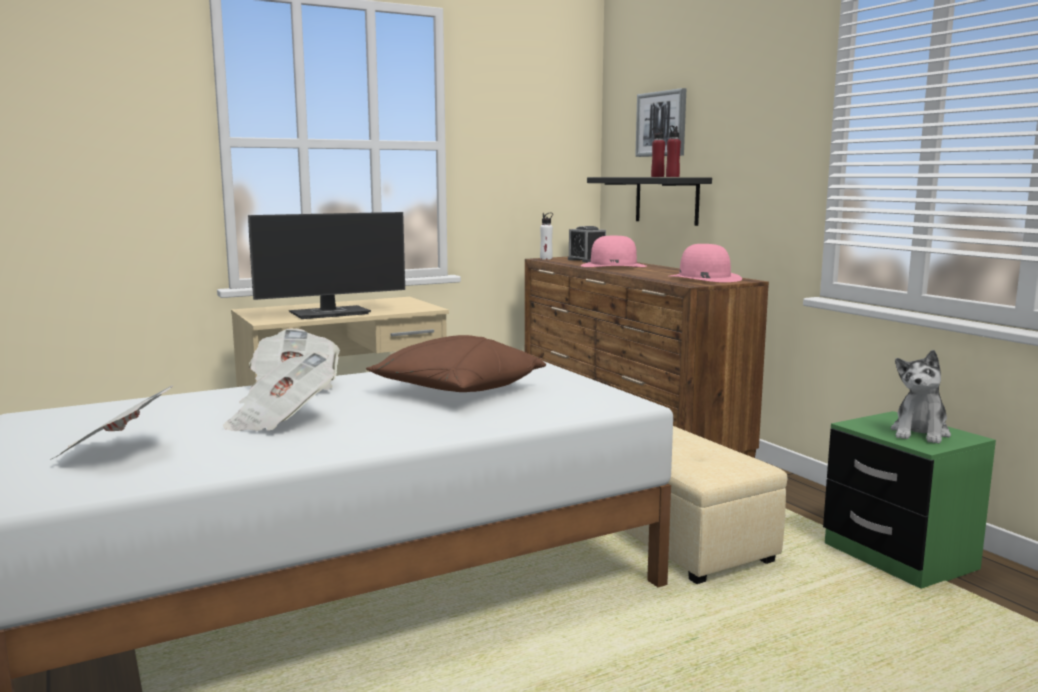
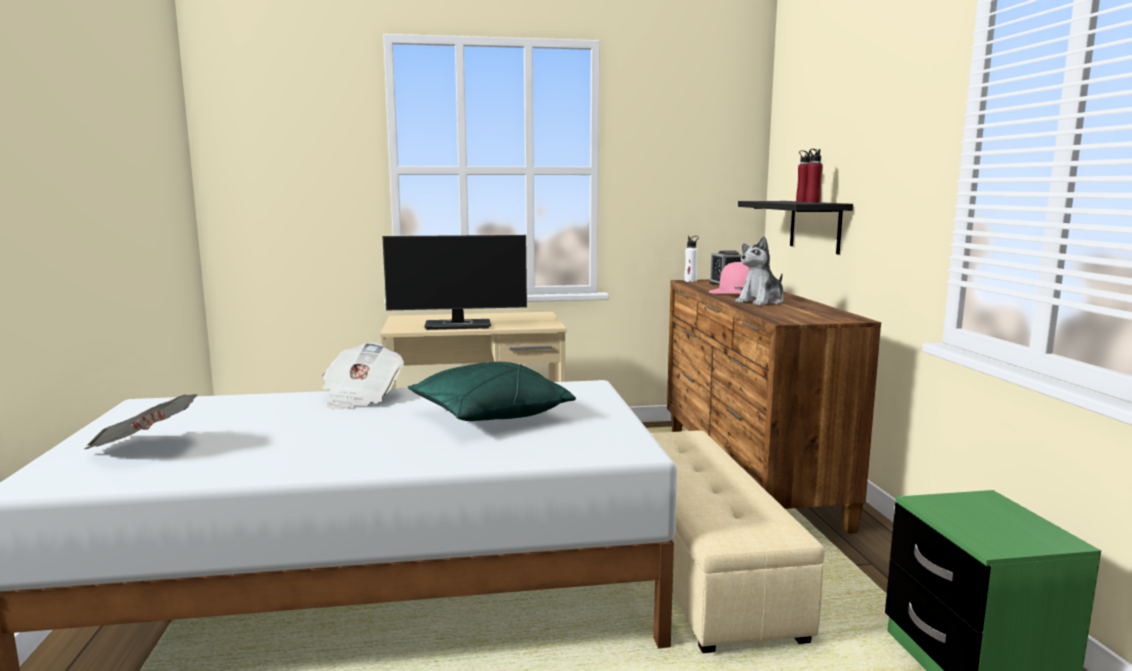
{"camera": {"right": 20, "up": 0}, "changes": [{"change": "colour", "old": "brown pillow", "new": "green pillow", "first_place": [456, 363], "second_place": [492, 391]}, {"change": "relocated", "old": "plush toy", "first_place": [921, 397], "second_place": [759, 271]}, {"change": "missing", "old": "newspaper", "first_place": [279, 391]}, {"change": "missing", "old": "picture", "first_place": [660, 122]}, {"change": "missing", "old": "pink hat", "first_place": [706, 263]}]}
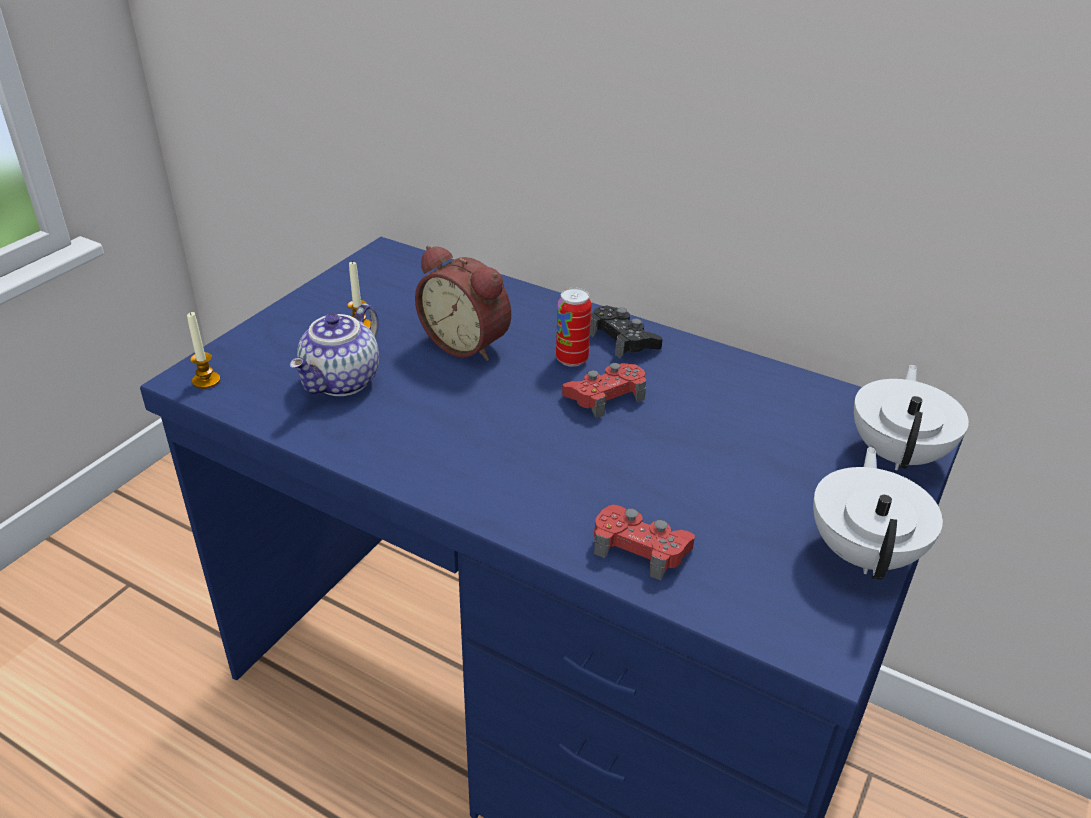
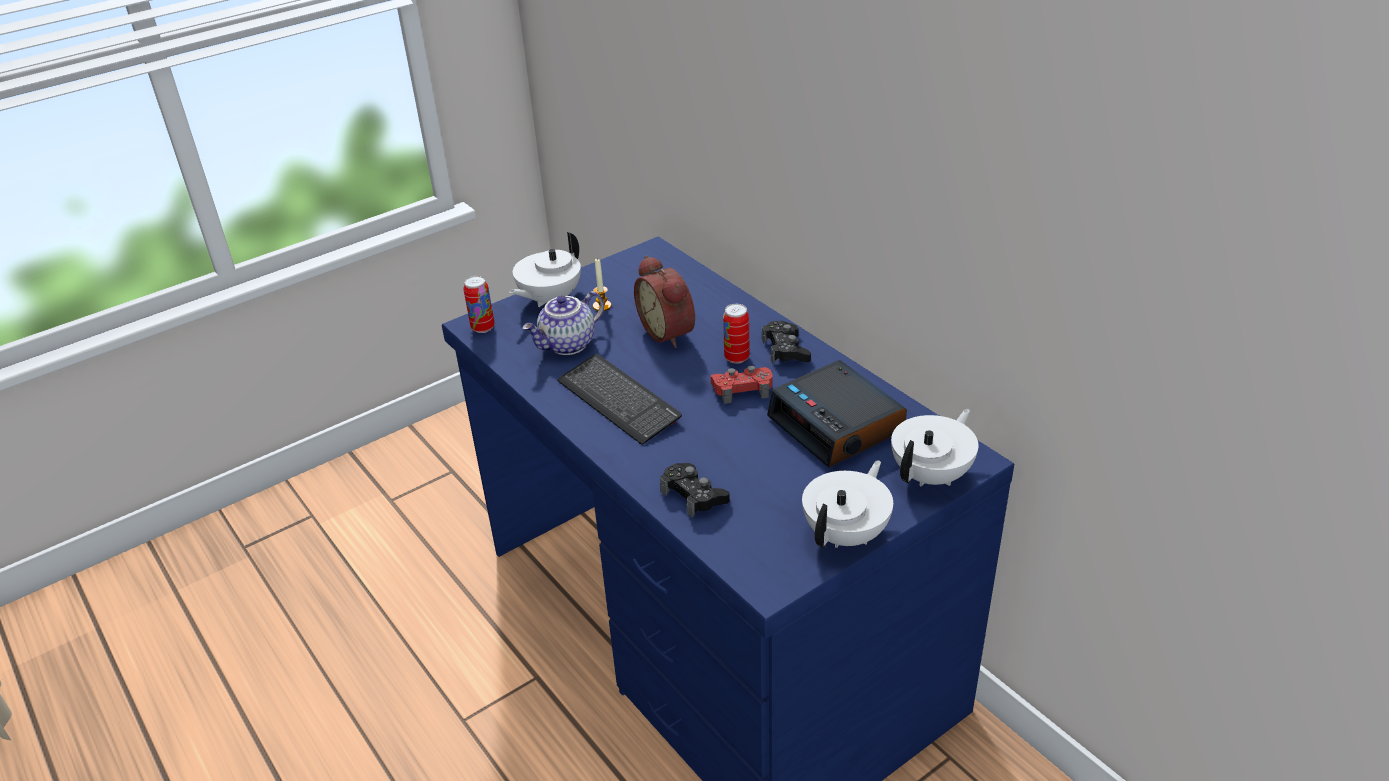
{"camera": {"right": 25, "up": 0}, "changes": [{"change": "exchanged", "old": "candle", "new": "can", "first_place": [203, 350], "second_place": [479, 304]}, {"change": "appeared", "new": "white teapot", "second_place": [545, 269]}, {"change": "appeared", "new": "keyboard", "second_place": [620, 399]}, {"change": "colour", "old": "red game controller", "new": "black game controller", "first_place": [644, 542], "second_place": [695, 490]}, {"change": "appeared", "new": "alarm clock", "second_place": [837, 413]}]}
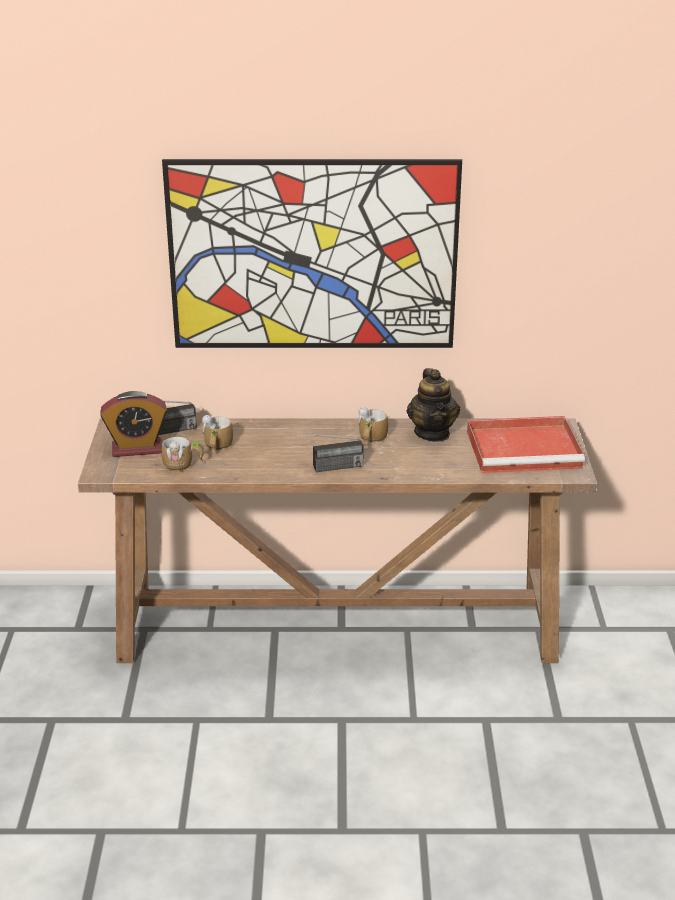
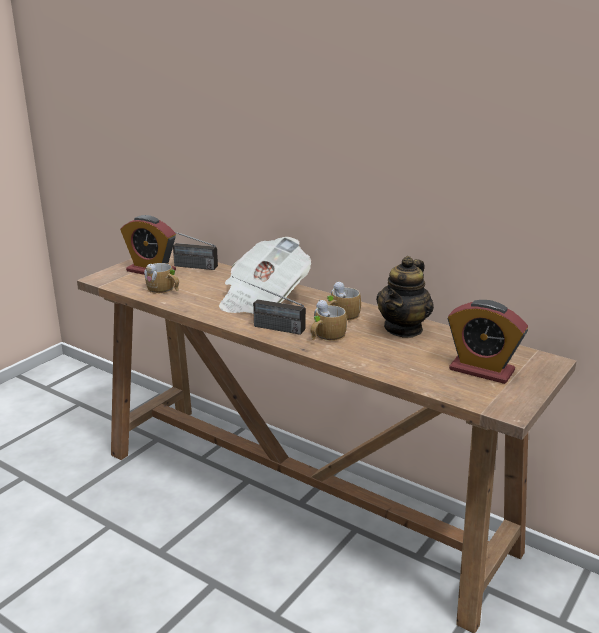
{"camera": {"right": 35, "up": -5}, "changes": [{"change": "appeared", "new": "newspaper", "second_place": [265, 275]}, {"change": "relocated", "old": "mug", "first_place": [217, 434], "second_place": [328, 320]}, {"change": "exchanged", "old": "red tray", "new": "alarm clock", "first_place": [526, 444], "second_place": [487, 342]}, {"change": "missing", "old": "picture", "first_place": [312, 253]}]}
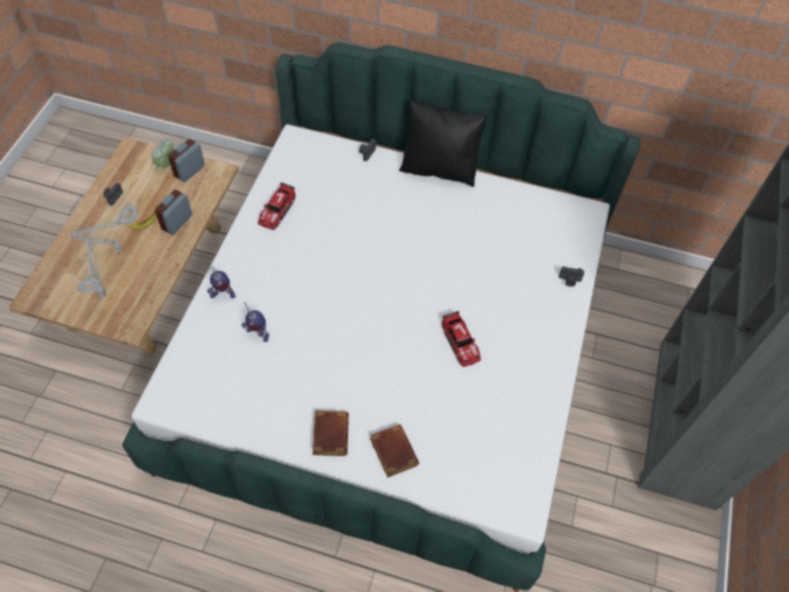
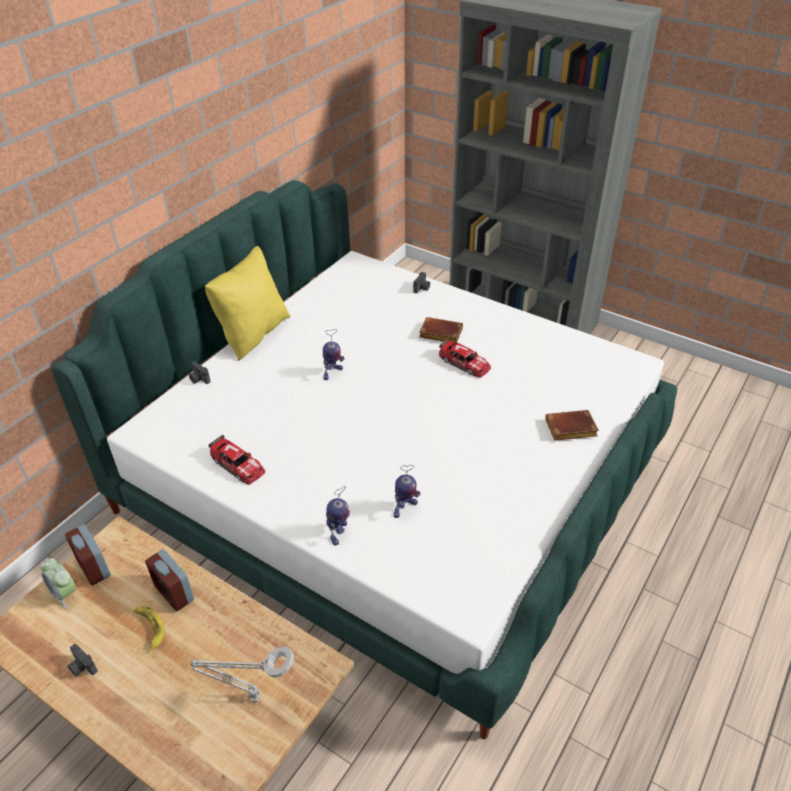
{"camera": {"right": -70, "up": -15}, "changes": [{"change": "colour", "old": "black pillow", "new": "yellow pillow", "first_place": [443, 143], "second_place": [247, 303]}, {"change": "appeared", "new": "toy robot", "second_place": [333, 354]}, {"change": "relocated", "old": "brown book", "first_place": [331, 433], "second_place": [441, 330]}, {"change": "spun", "old": "toy car", "first_place": [461, 339], "second_place": [465, 358], "degrees": 45}, {"change": "missing", "old": "grey table lamp", "first_place": [104, 229]}]}
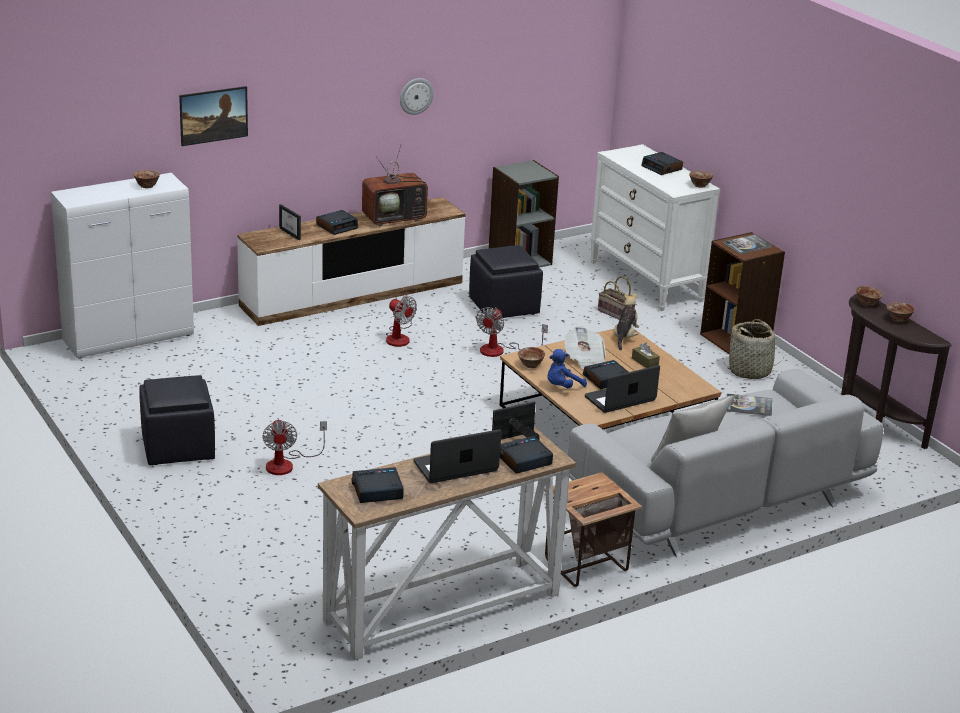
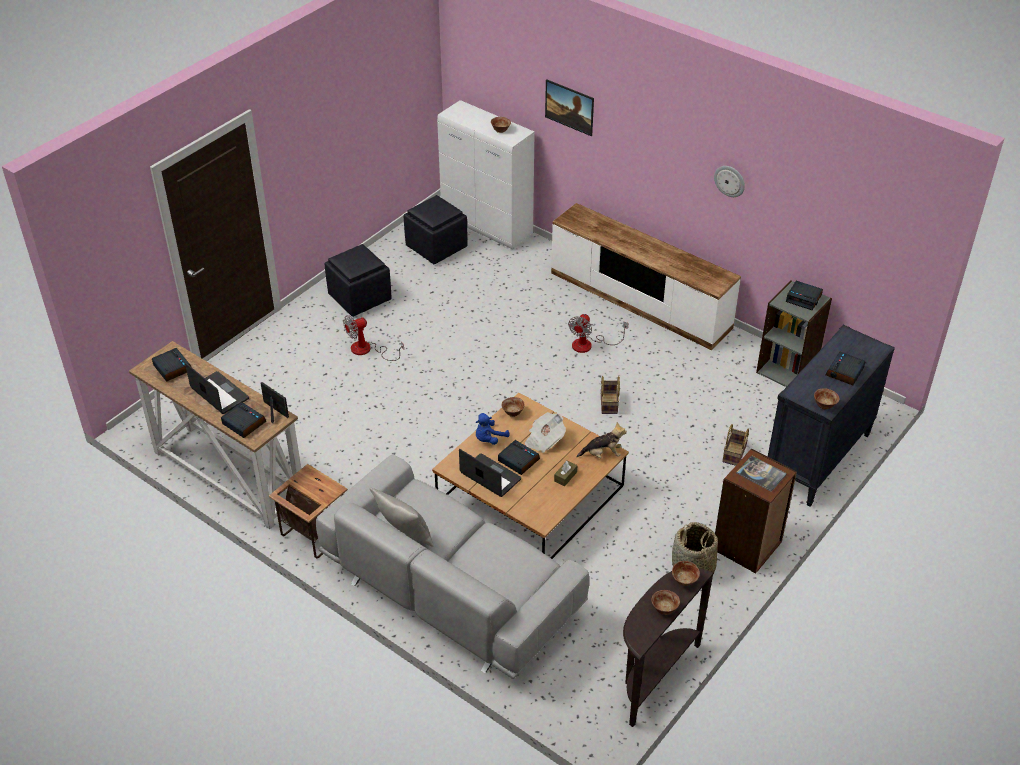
{"camera": {"right": 70, "up": 15}, "changes": [{"change": "relocated", "old": "black ottoman", "first_place": [506, 281], "second_place": [435, 229]}, {"change": "spun", "old": "blue plush toy", "first_place": [567, 368], "second_place": [493, 429], "degrees": -75}, {"change": "exchanged", "old": "fan", "new": "basket", "first_place": [512, 332], "second_place": [610, 395]}, {"change": "colour", "old": "white dresser", "new": "black dresser", "first_place": [655, 227], "second_place": [831, 415]}, {"change": "relocated", "old": "alarm clock", "first_place": [337, 222], "second_place": [804, 295]}, {"change": "missing", "old": "picture frame", "first_place": [290, 222]}, {"change": "missing", "old": "television", "first_place": [395, 184]}, {"change": "missing", "old": "book", "first_place": [749, 404]}]}
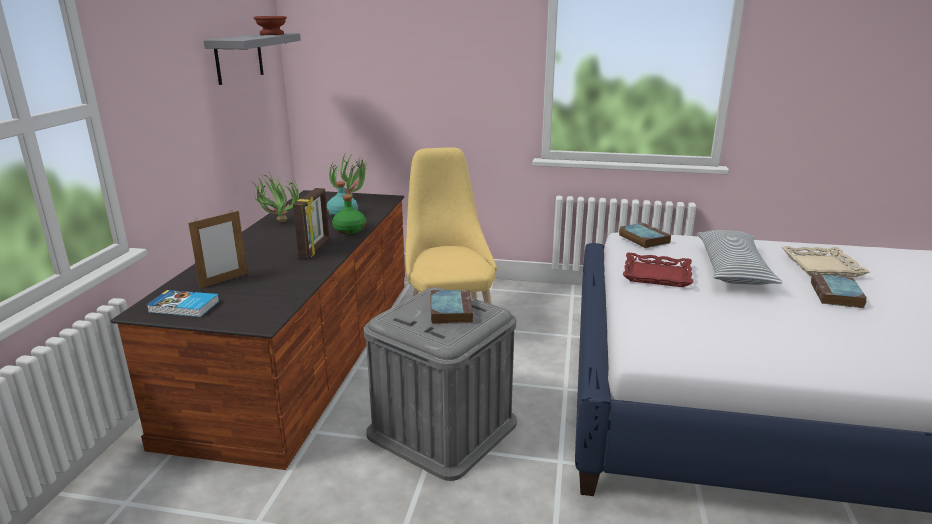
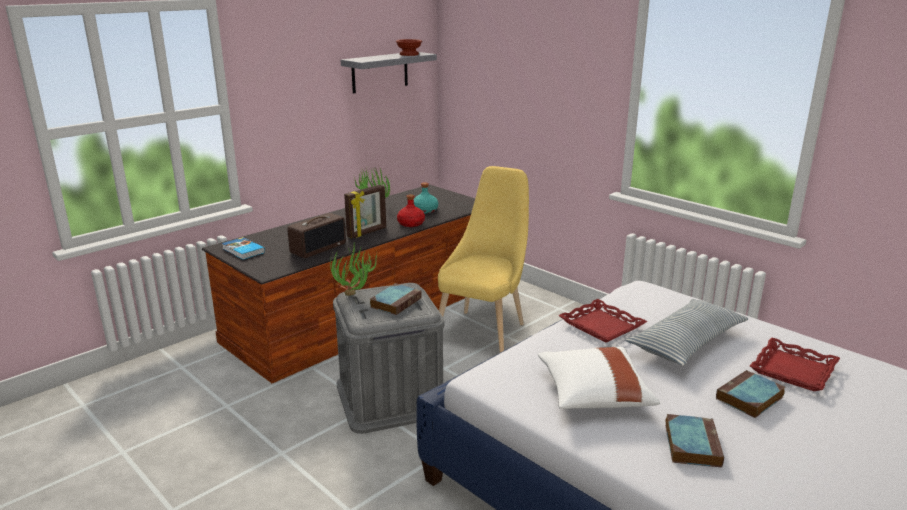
{"camera": {"right": 35, "up": 0}, "changes": [{"change": "appeared", "new": "radio", "second_place": [316, 235]}, {"change": "relocated", "old": "potted plant", "first_place": [348, 174], "second_place": [353, 270]}, {"change": "colour", "old": "green bottle", "new": "red bottle", "first_place": [349, 214], "second_place": [411, 210]}, {"change": "appeared", "new": "white pillow", "second_place": [599, 378]}, {"change": "relocated", "old": "book", "first_place": [645, 235], "second_place": [694, 441]}, {"change": "colour", "old": "beige tray", "new": "red tray", "first_place": [826, 261], "second_place": [795, 364]}, {"change": "missing", "old": "picture frame", "first_place": [218, 249]}]}
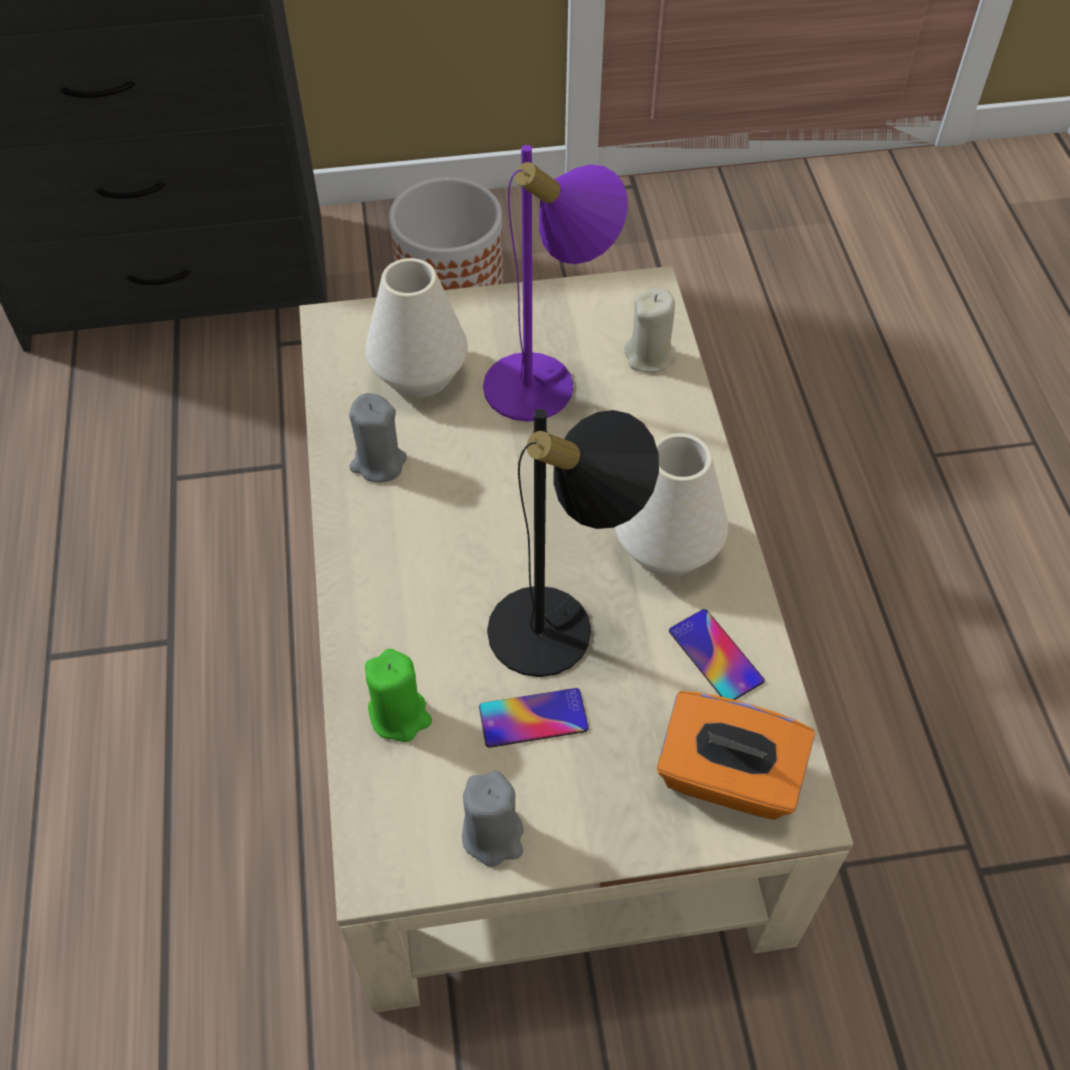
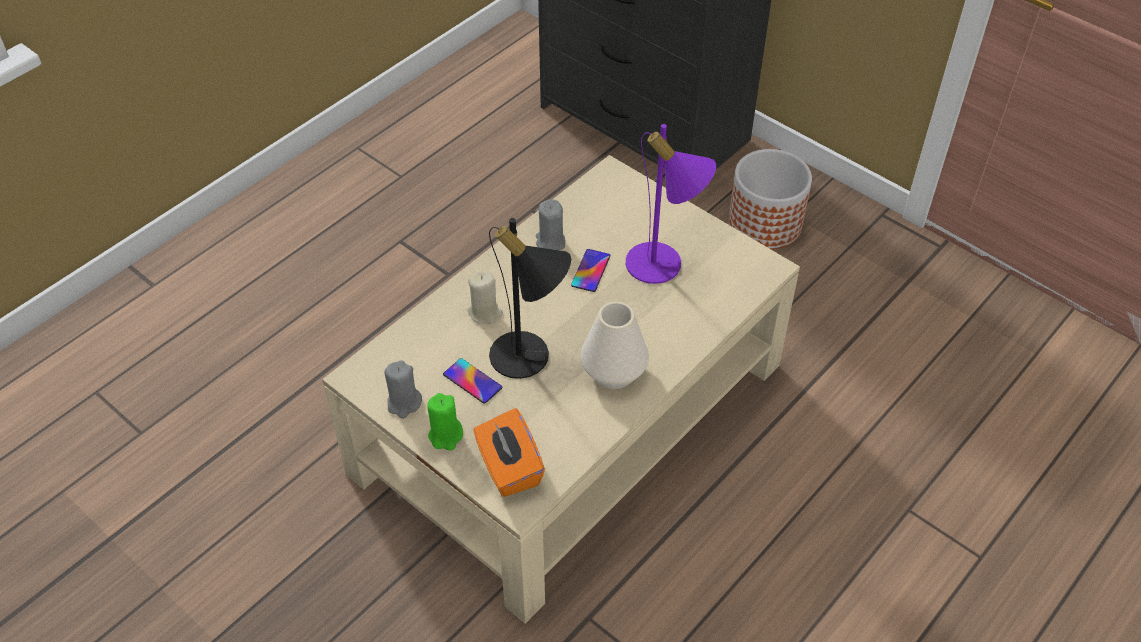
{"camera": {"right": 50, "up": -5}, "changes": [{"change": "relocated", "old": "green candle", "first_place": [398, 695], "second_place": [445, 422]}, {"change": "relocated", "old": "beige candle", "first_place": [650, 330], "second_place": [485, 297]}, {"change": "relocated", "old": "phone", "first_place": [717, 654], "second_place": [590, 270]}, {"change": "missing", "old": "white vase", "first_place": [416, 328]}]}
